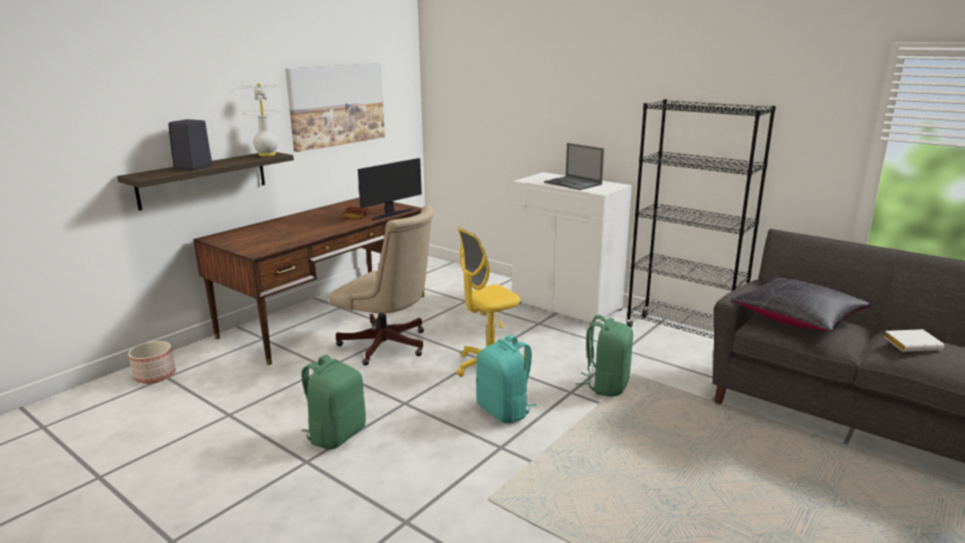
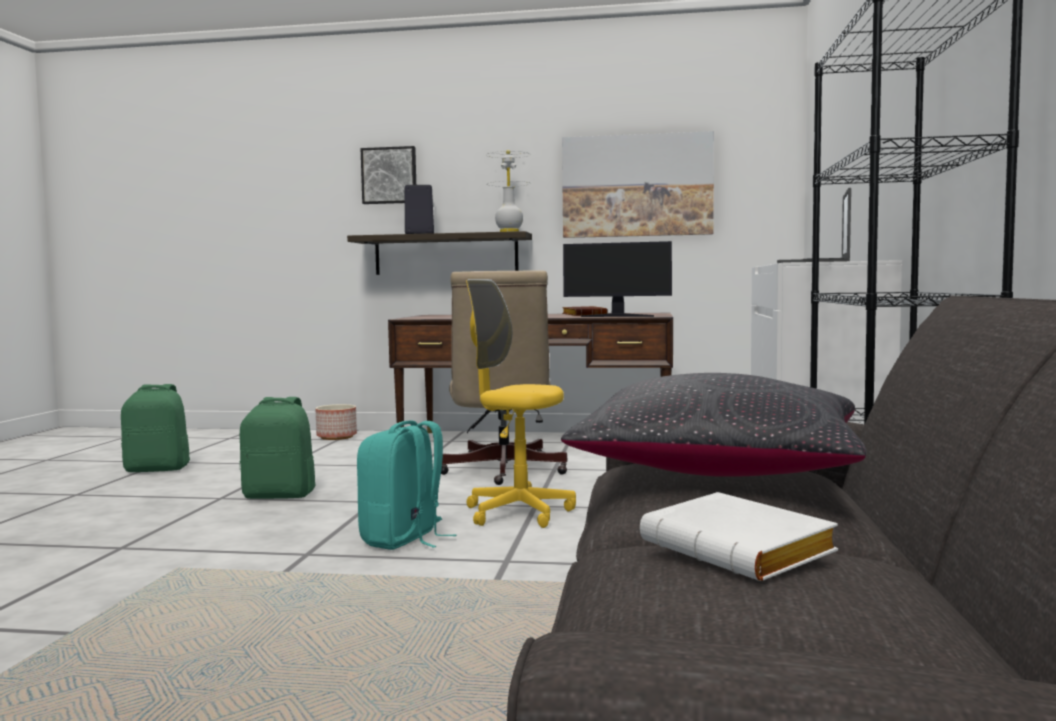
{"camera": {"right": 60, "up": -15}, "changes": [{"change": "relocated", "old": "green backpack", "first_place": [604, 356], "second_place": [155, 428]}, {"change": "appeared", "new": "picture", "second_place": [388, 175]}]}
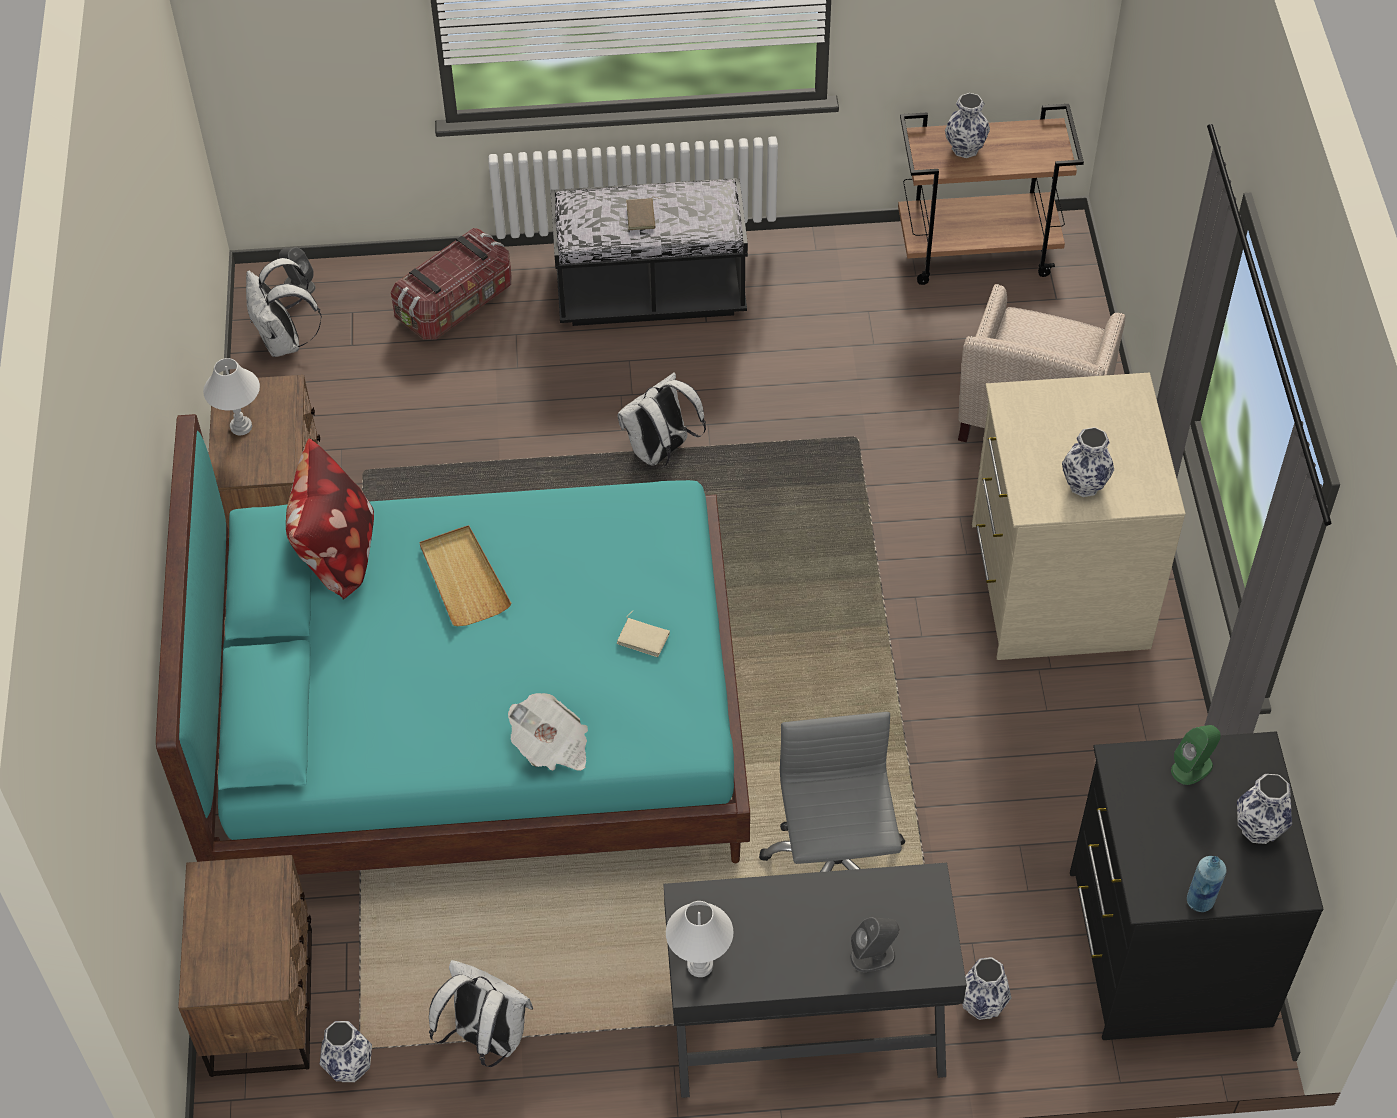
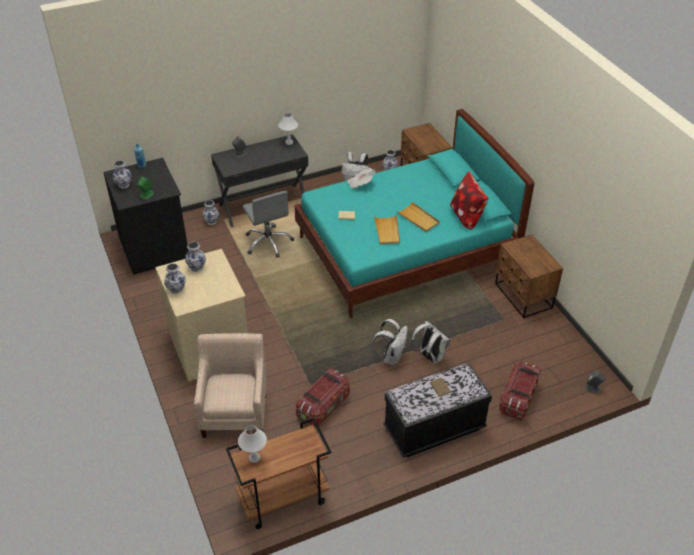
{"camera": {"right": 160, "up": -10}, "changes": [{"change": "relocated", "old": "vase", "first_place": [967, 125], "second_place": [175, 278]}, {"change": "relocated", "old": "white table lamp", "first_place": [231, 397], "second_place": [252, 444]}, {"change": "appeared", "new": "storage box", "second_place": [323, 397]}, {"change": "appeared", "new": "beige tray", "second_place": [387, 230]}, {"change": "relocated", "old": "white backpack", "first_place": [284, 307], "second_place": [430, 342]}]}
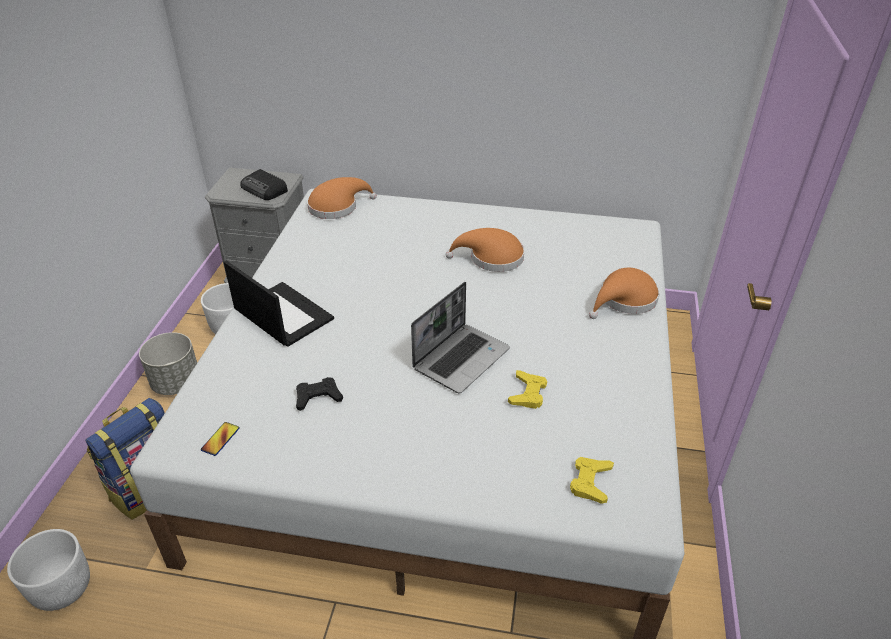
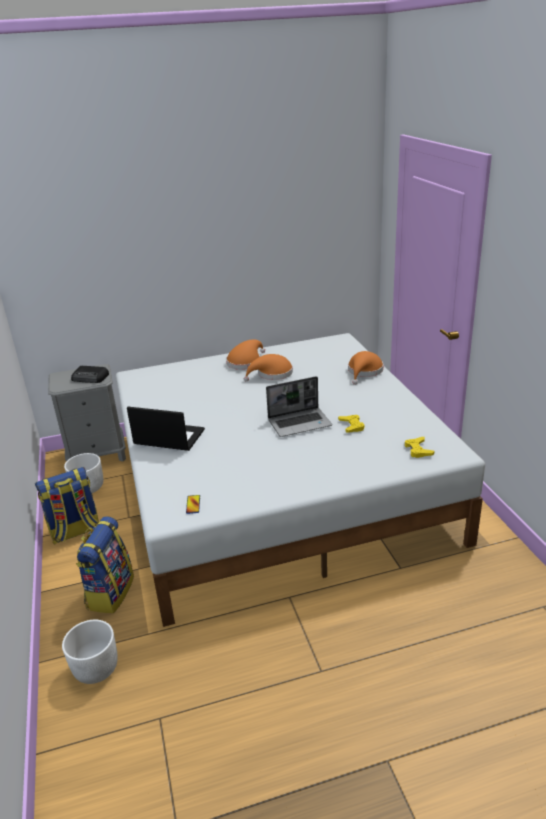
{"camera": {"right": -25, "up": -10}, "changes": [{"change": "exchanged", "old": "grey planter", "new": "backpack", "first_place": [168, 363], "second_place": [67, 506]}, {"change": "relocated", "old": "orange hat", "first_place": [342, 198], "second_place": [245, 354]}, {"change": "spun", "old": "laptop", "first_place": [460, 337], "second_place": [299, 406], "degrees": 60}, {"change": "missing", "old": "black game controller", "first_place": [319, 394]}]}
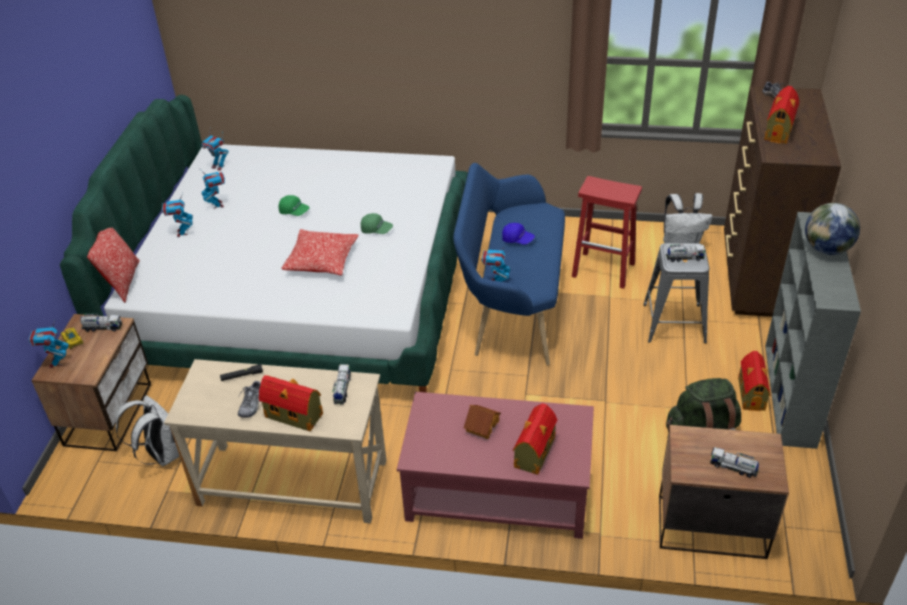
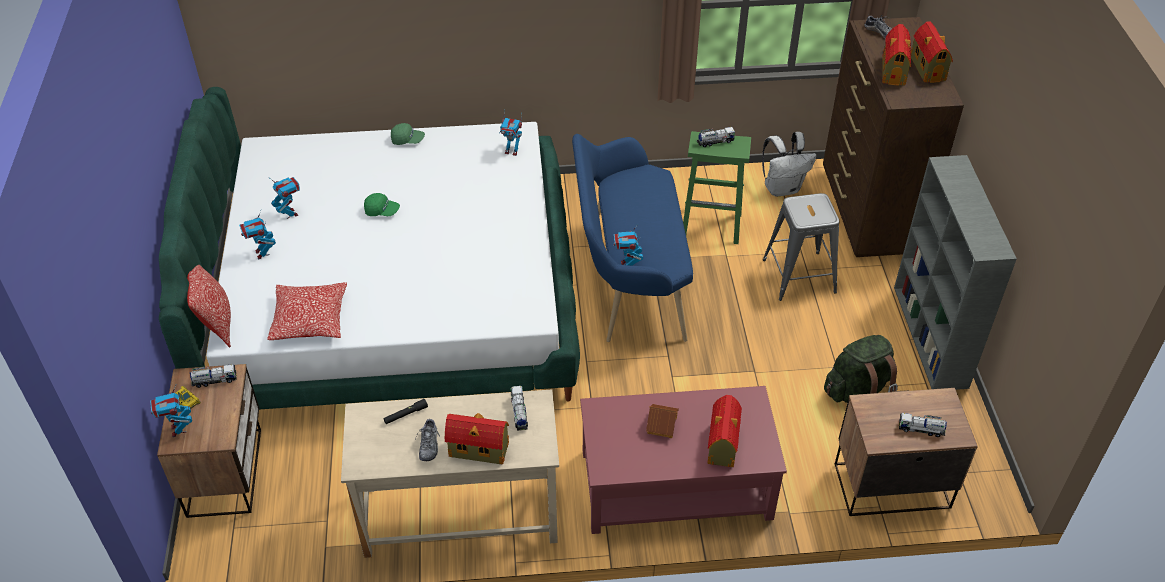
{"camera": {"right": -15, "up": 5}, "changes": [{"change": "relocated", "old": "pillow", "first_place": [320, 252], "second_place": [307, 311]}, {"change": "relocated", "old": "green cap", "first_place": [377, 223], "second_place": [408, 134]}, {"change": "relocated", "old": "toy robot", "first_place": [214, 149], "second_place": [510, 132]}, {"change": "colour", "old": "red stool", "new": "green stool", "first_place": [607, 232], "second_place": [717, 187]}, {"change": "relocated", "old": "toy truck", "first_place": [686, 253], "second_place": [716, 137]}, {"change": "relocated", "old": "toy house", "first_place": [754, 381], "second_place": [932, 52]}, {"change": "missing", "old": "white backpack", "first_place": [147, 430]}, {"change": "missing", "old": "blue cap", "first_place": [518, 234]}, {"change": "missing", "old": "globe", "first_place": [832, 229]}]}
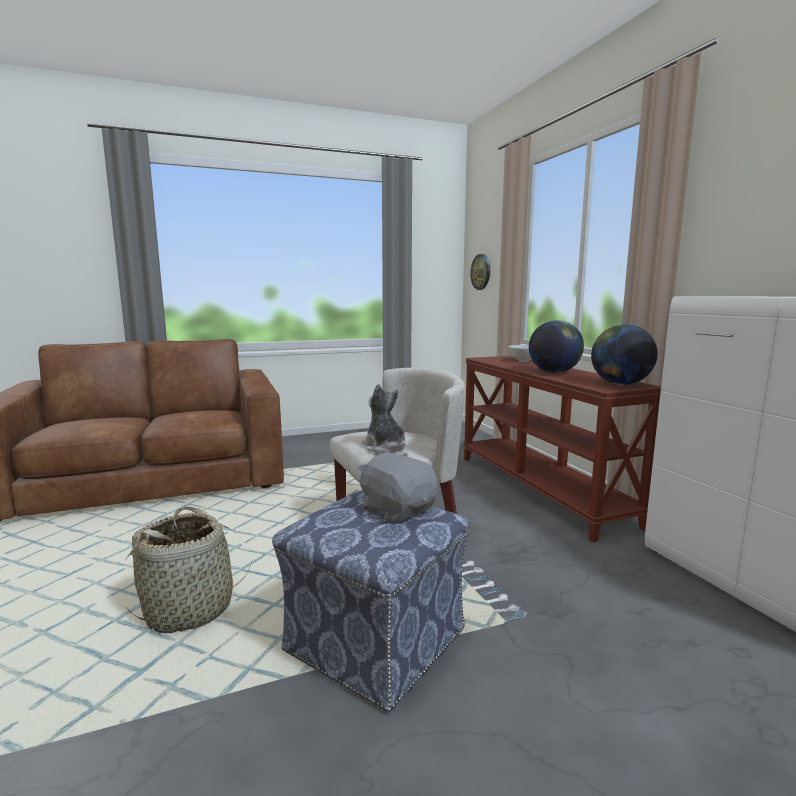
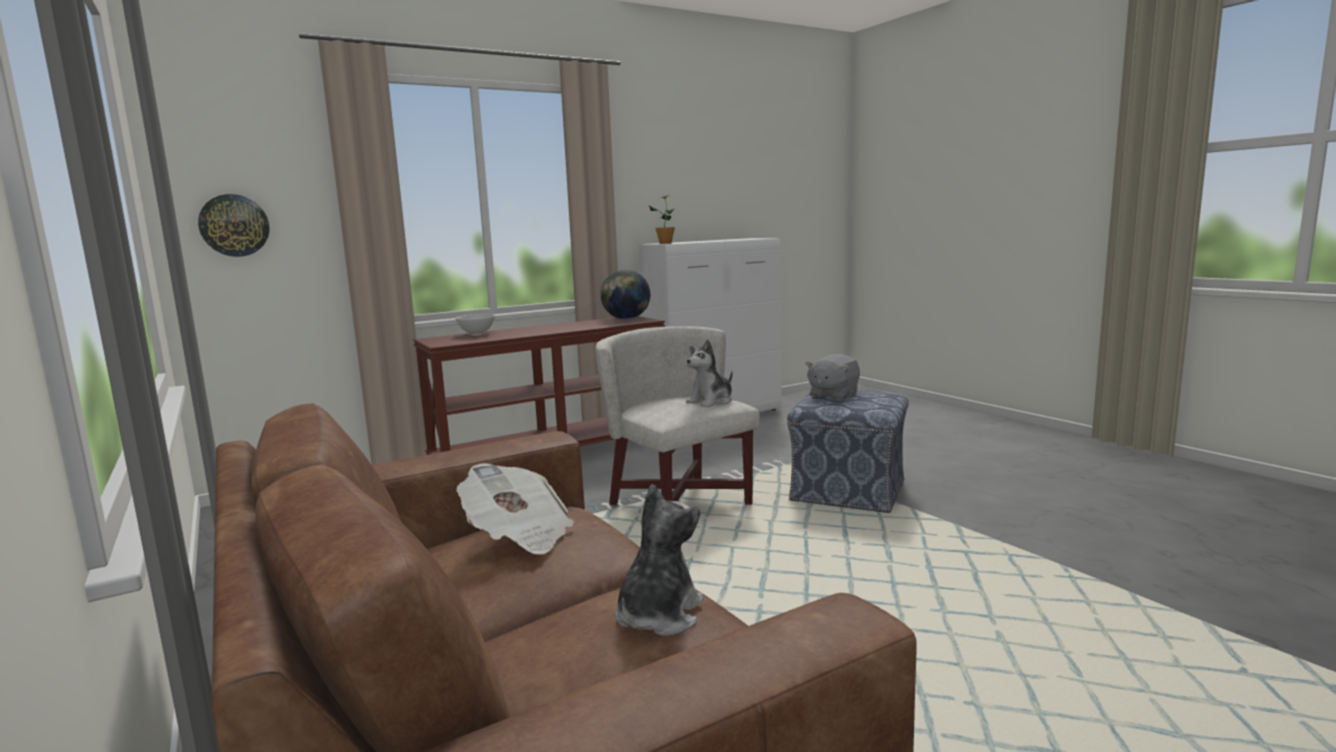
{"camera": {"right": -100, "up": 0}, "changes": [{"change": "appeared", "new": "newspaper", "second_place": [515, 508]}, {"change": "appeared", "new": "plush toy", "second_place": [659, 560]}, {"change": "appeared", "new": "potted plant", "second_place": [662, 219]}, {"change": "missing", "old": "basket", "first_place": [188, 569]}, {"change": "missing", "old": "globe", "first_place": [556, 346]}]}
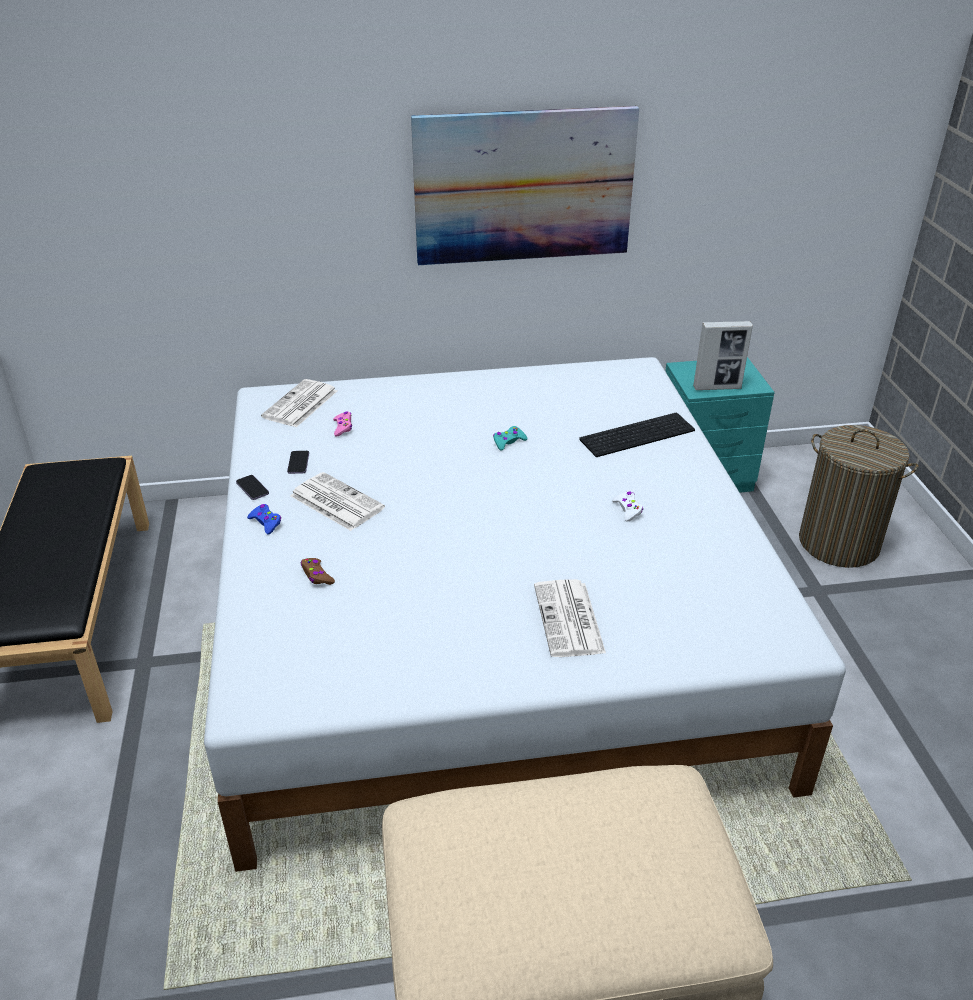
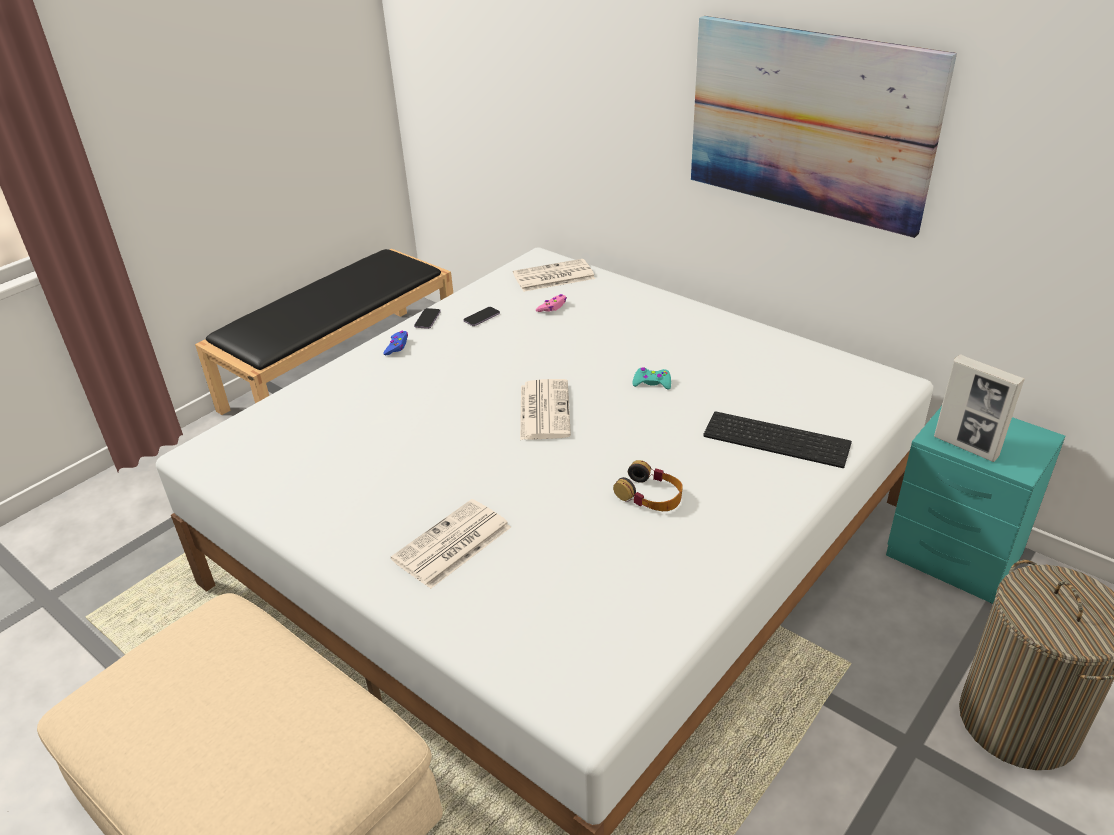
{"camera": {"right": 50, "up": 0}, "changes": [{"change": "relocated", "old": "newspaper", "first_place": [337, 501], "second_place": [545, 409]}, {"change": "exchanged", "old": "white game controller", "new": "headphones", "first_place": [627, 506], "second_place": [648, 485]}, {"change": "missing", "old": "brown game controller", "first_place": [318, 571]}]}
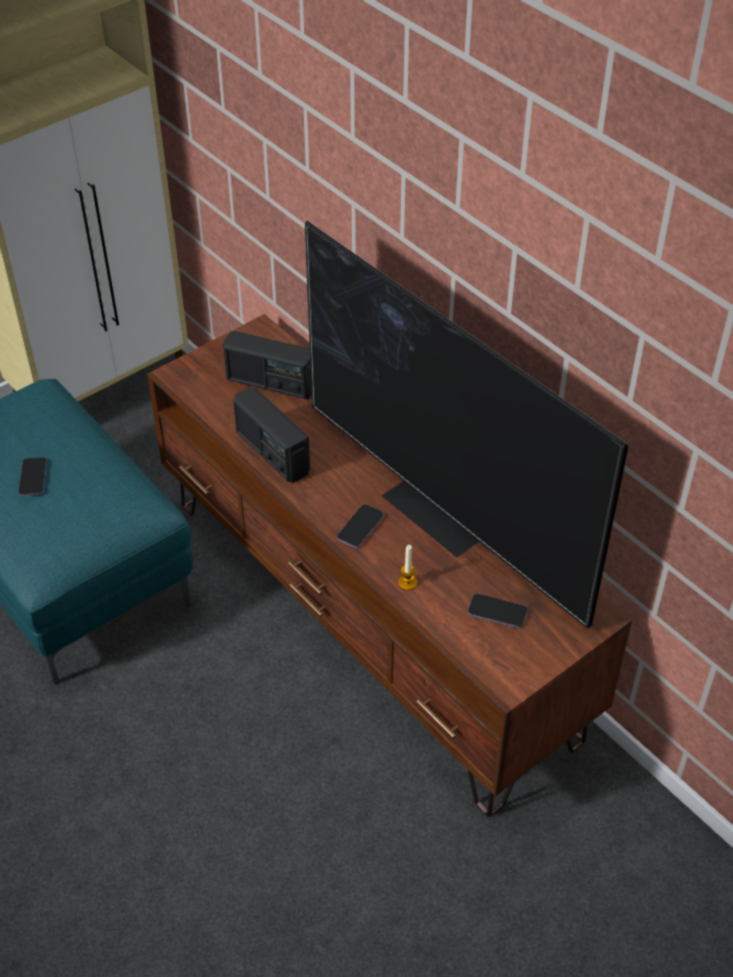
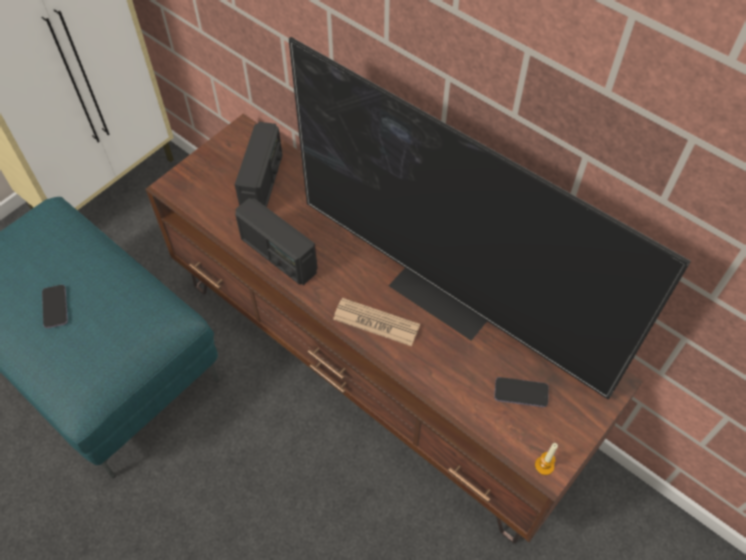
{"camera": {"right": -10, "up": 10}, "changes": [{"change": "spun", "old": "radio", "first_place": [267, 365], "second_place": [259, 164], "degrees": -90}, {"change": "exchanged", "old": "phone", "new": "newspaper", "first_place": [360, 526], "second_place": [376, 322]}, {"change": "relocated", "old": "candle", "first_place": [407, 567], "second_place": [546, 459]}]}
